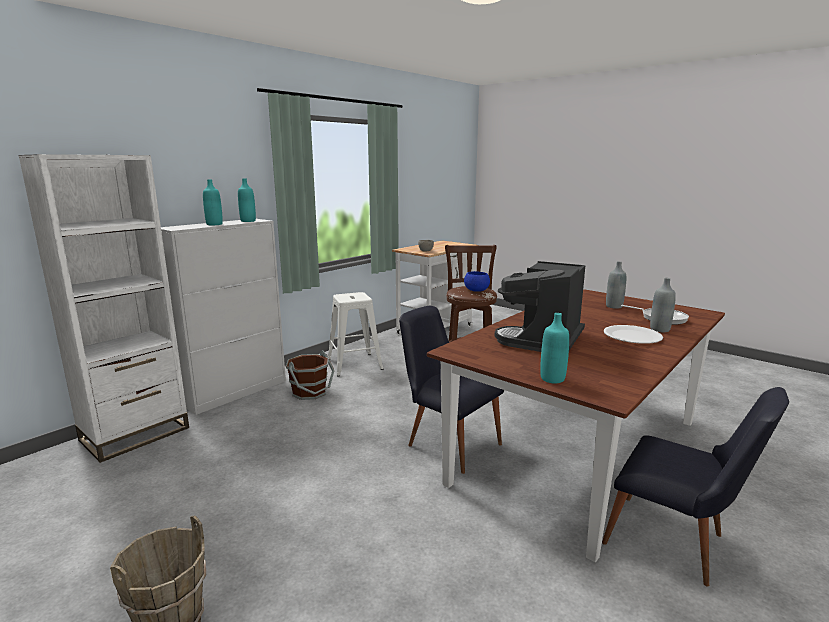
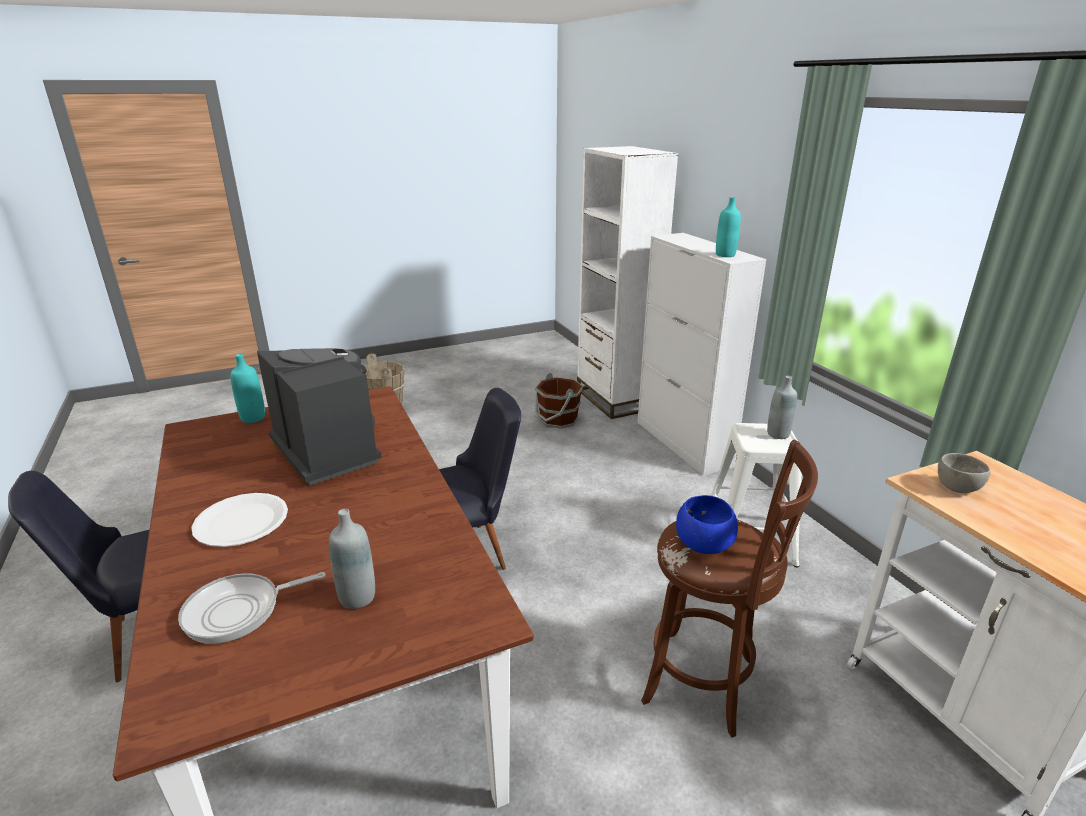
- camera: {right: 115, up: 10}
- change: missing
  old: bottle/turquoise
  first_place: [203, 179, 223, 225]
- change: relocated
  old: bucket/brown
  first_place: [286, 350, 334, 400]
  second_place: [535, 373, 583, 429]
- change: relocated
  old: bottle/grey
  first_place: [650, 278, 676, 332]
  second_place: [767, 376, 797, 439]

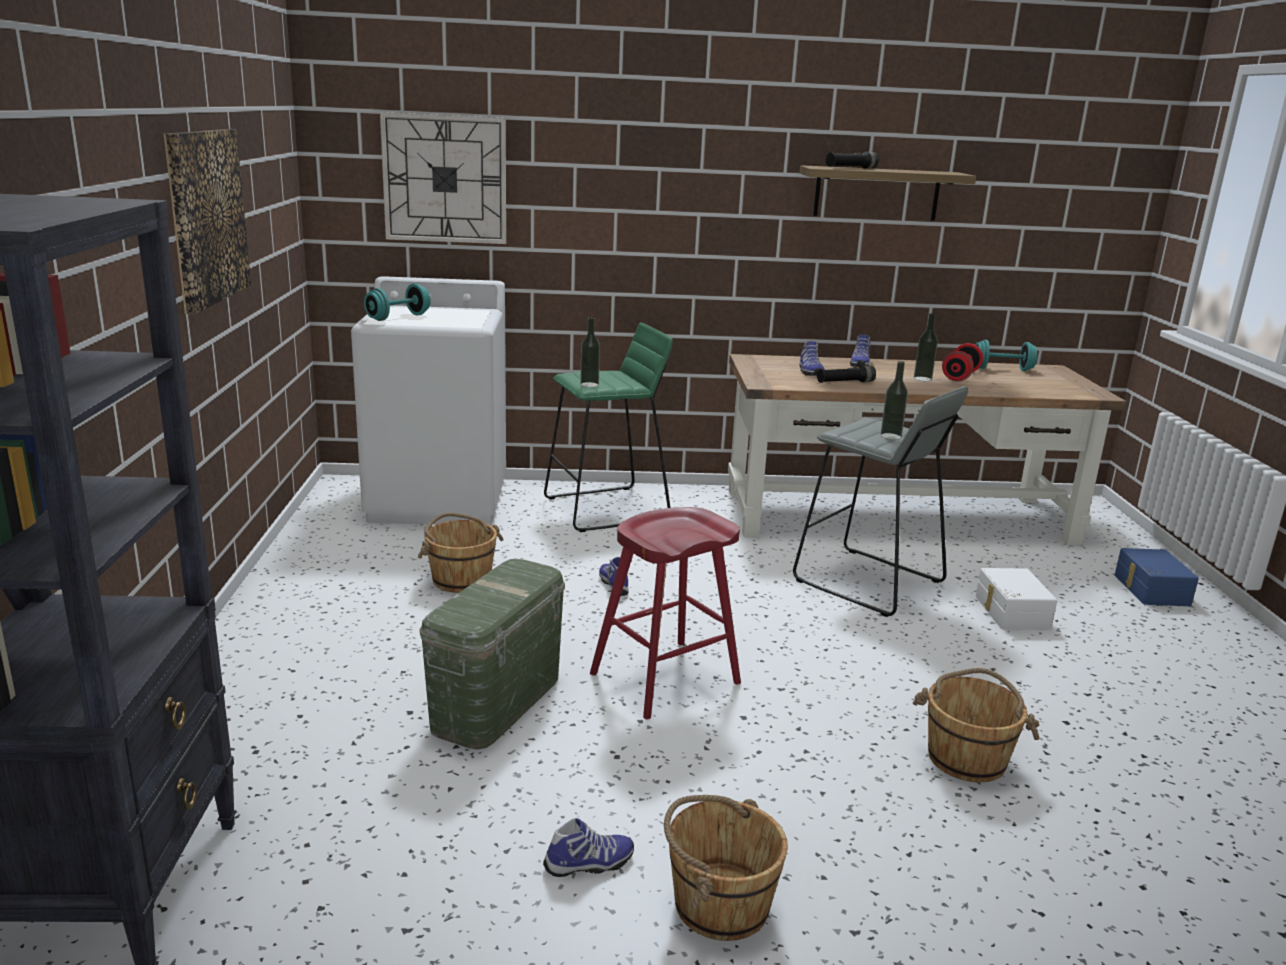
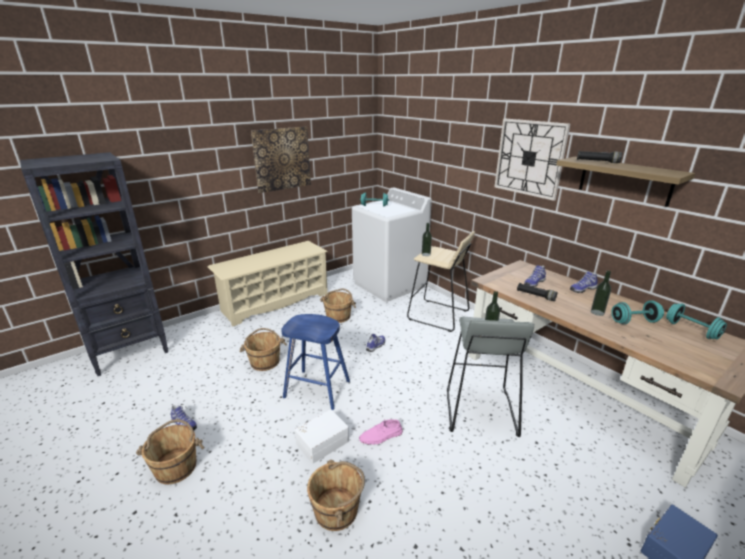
- camera: {right: 55, up: 5}
- change: relocated
  old: wall clock
  first_place: [380, 112, 506, 244]
  second_place: [495, 119, 570, 201]
- change: exchanged
  old: storage box/green
  new: bucket/brown
  first_place: [420, 559, 565, 750]
  second_place: [240, 328, 287, 371]
- change: colour
  old: stool/green
  new: stool/beige
  first_place: [544, 323, 673, 532]
  second_place: [407, 231, 475, 332]
- change: colour
  old: stool/red
  new: stool/blue
  first_place: [590, 507, 741, 719]
  second_place: [281, 314, 350, 410]
- change: colour
  old: dumbbell/red
  new: dumbbell/turquoise
  first_place: [942, 343, 983, 381]
  second_place: [611, 301, 664, 324]
- change: relocated
  old: storage box/white
  first_place: [976, 568, 1057, 630]
  second_place: [295, 409, 349, 464]
- change: appeared
  new: shoe rack/beige
  second_place: [208, 241, 328, 327]
- change: appeared
  new: shoe/pink
  second_place: [359, 419, 403, 445]

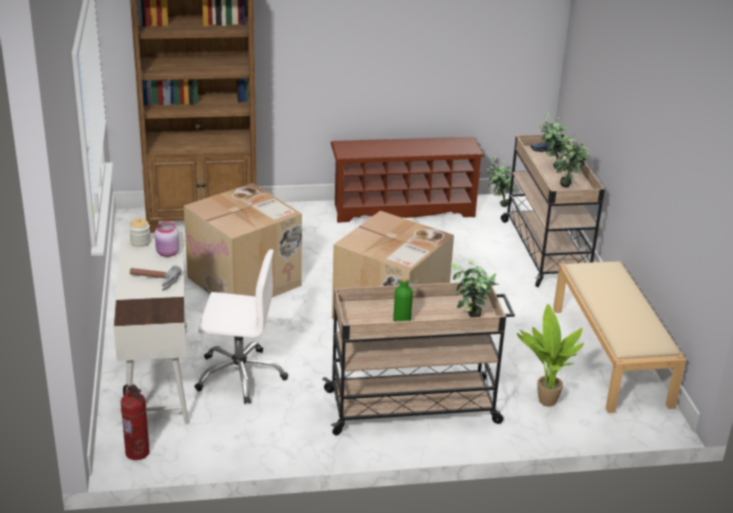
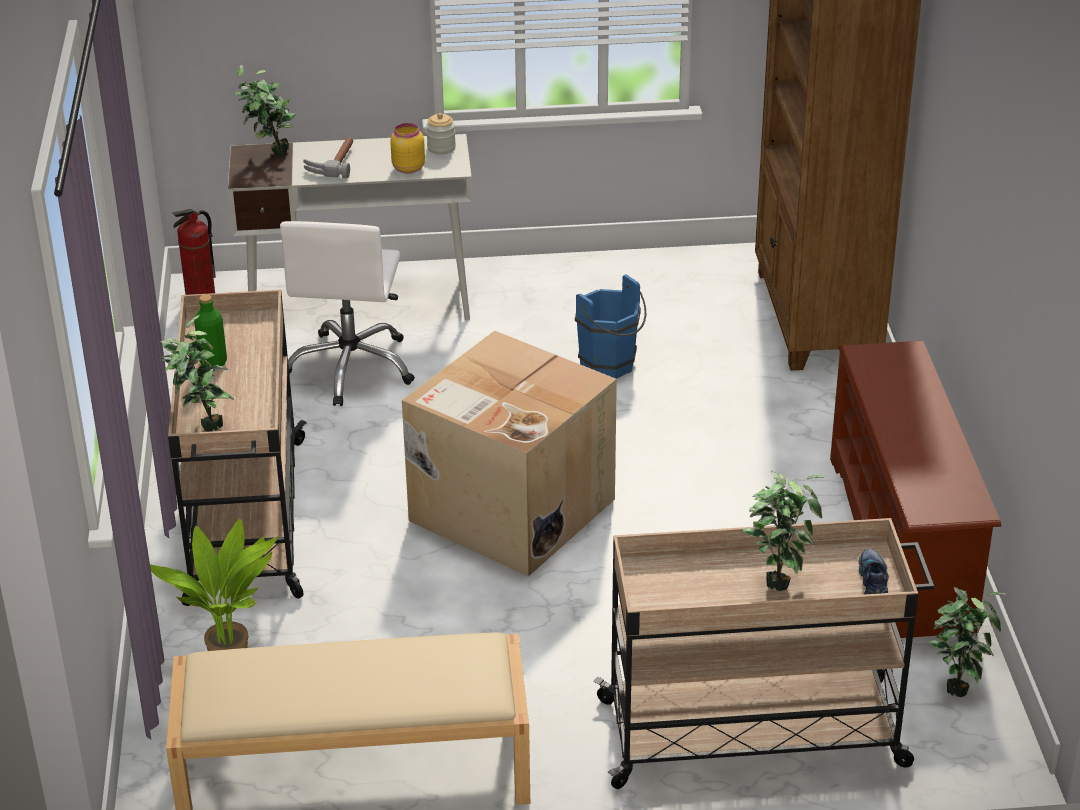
- camera: {right: 95, up: 5}
- change: colour
  old: jar/pink
  new: jar/yellow
  first_place: [155, 222, 179, 257]
  second_place: [390, 123, 425, 174]
- change: exchanged
  old: cardboard box
  new: bucket/blue
  first_place: [184, 183, 302, 297]
  second_place: [575, 274, 646, 379]
- change: relocated
  old: potted plant
  first_place: [555, 139, 590, 188]
  second_place: [234, 65, 296, 155]

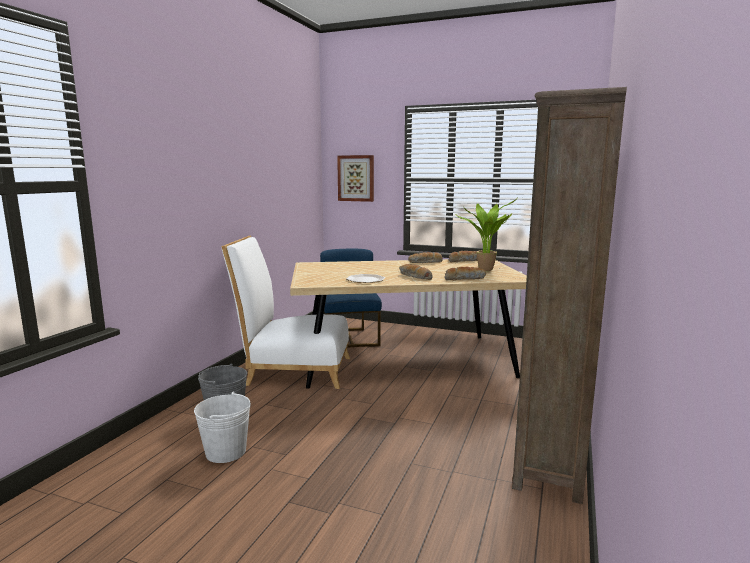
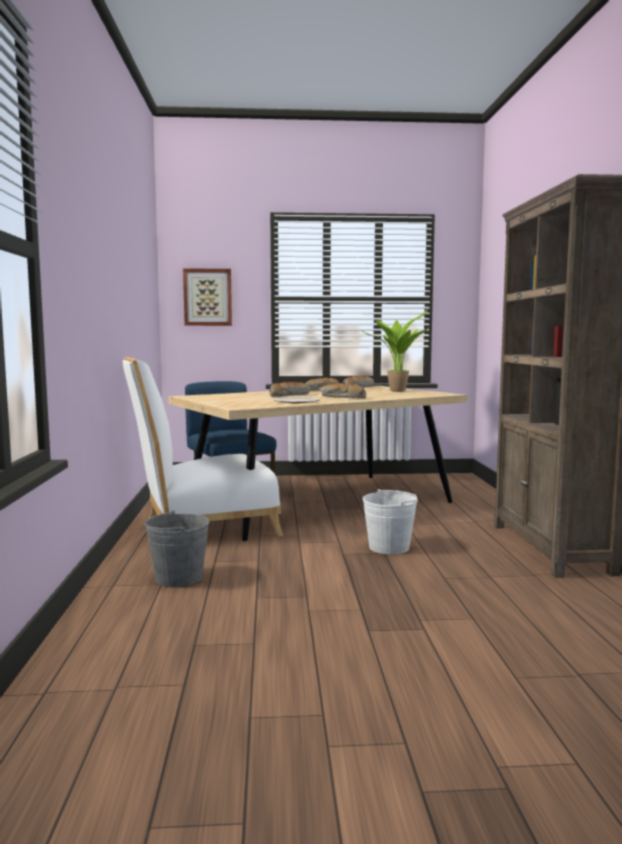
- camera: {right: -25, up: -5}
- change: relocated
  old: bucket/white
  first_place: [194, 392, 251, 463]
  second_place: [362, 489, 418, 554]
- change: relocated
  old: bread
  first_place: [445, 267, 486, 280]
  second_place: [269, 382, 310, 397]

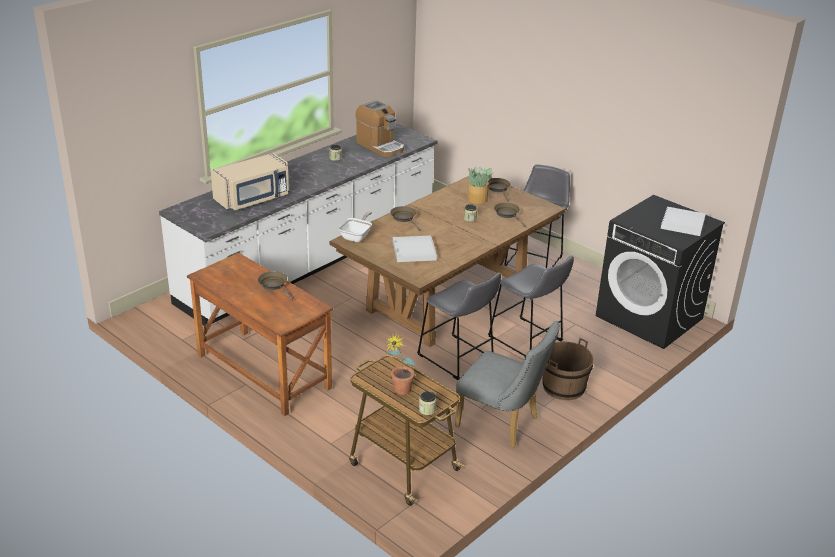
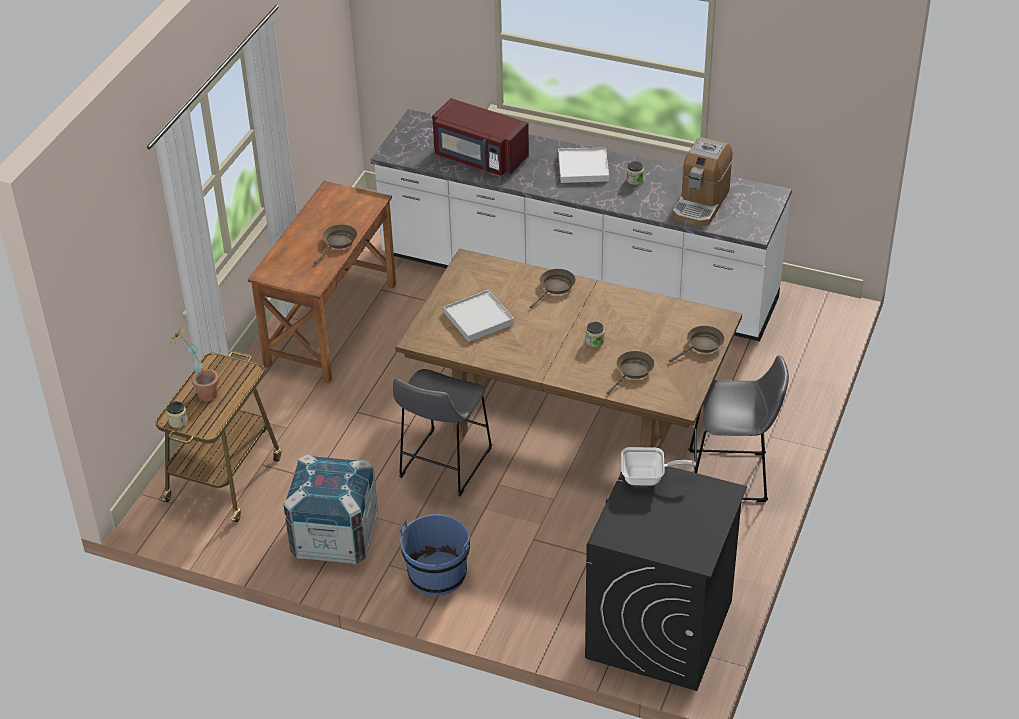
- camera: {right: 70, up: 10}
- change: colour
  old: microwave/beige
  new: microwave/red
  first_place: [211, 153, 289, 210]
  second_place: [432, 98, 529, 176]
- change: relocated
  old: frying pan
  first_place: [338, 211, 372, 242]
  second_place: [621, 447, 696, 486]
- change: exchanged
  old: chair/grey
  new: crate
  first_place: [455, 321, 560, 448]
  second_place: [283, 454, 378, 565]
- change: missing
  old: potted plant
  first_place: [467, 167, 493, 204]
- change: missing
  old: stool/grey
  first_place: [488, 256, 574, 357]
- change: colour
  old: bucket/brown
  new: bucket/blue
  first_place: [542, 338, 594, 400]
  second_place: [399, 514, 470, 596]
- change: relocated
  old: tray/white
  first_place: [661, 207, 706, 236]
  second_place: [558, 147, 609, 183]

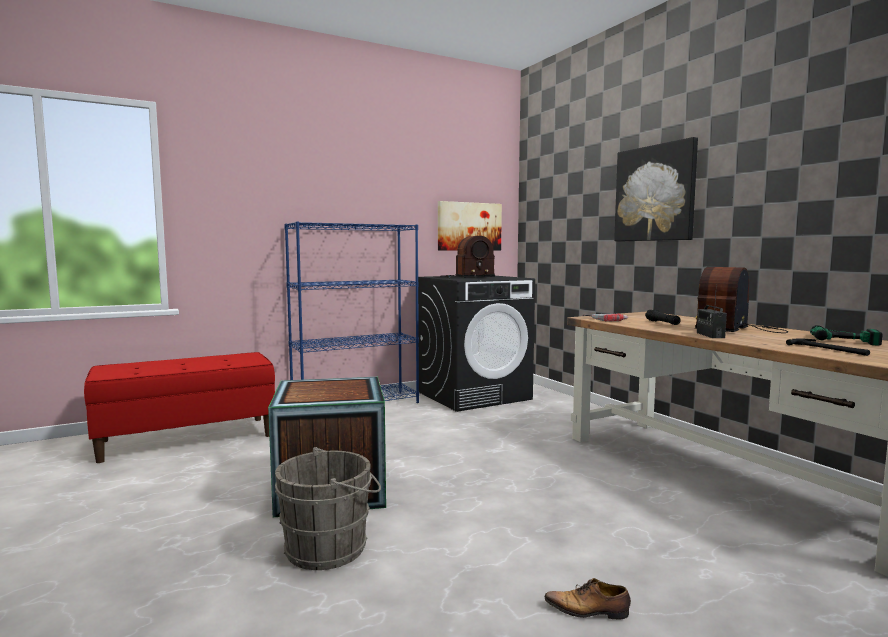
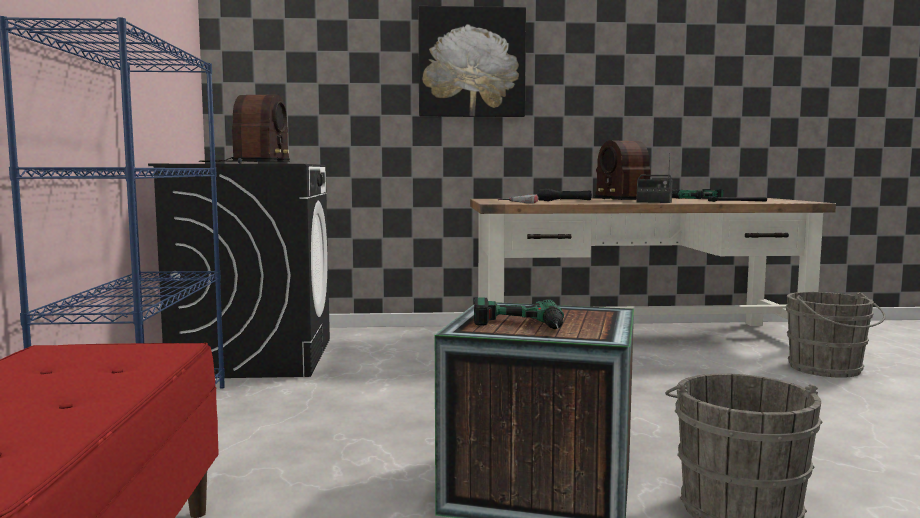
- camera: {right: -65, up: 0}
- change: missing
  old: picture
  first_place: [438, 201, 502, 250]
- change: missing
  old: shoe
  first_place: [544, 578, 631, 620]
- change: appeared
  new: power drill
  second_place: [474, 298, 564, 329]
- change: appeared
  new: bucket/grey
  second_place: [785, 292, 886, 378]

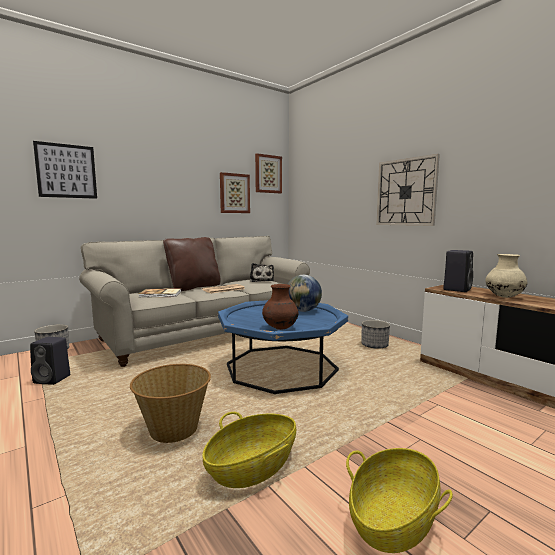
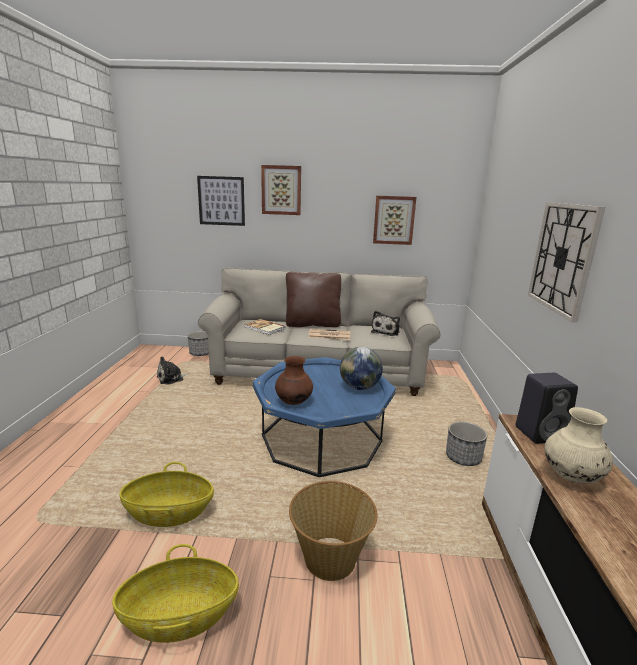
- camera: {right: 40, up: 10}
- change: exchanged
  old: speaker/black
  new: plush toy
  first_place: [30, 337, 70, 385]
  second_place: [156, 356, 190, 385]
- change: relocated
  old: basket
  first_place: [130, 364, 211, 443]
  second_place: [289, 481, 377, 581]
- change: relocated
  old: picture
  first_place: [255, 153, 282, 193]
  second_place: [261, 165, 301, 215]

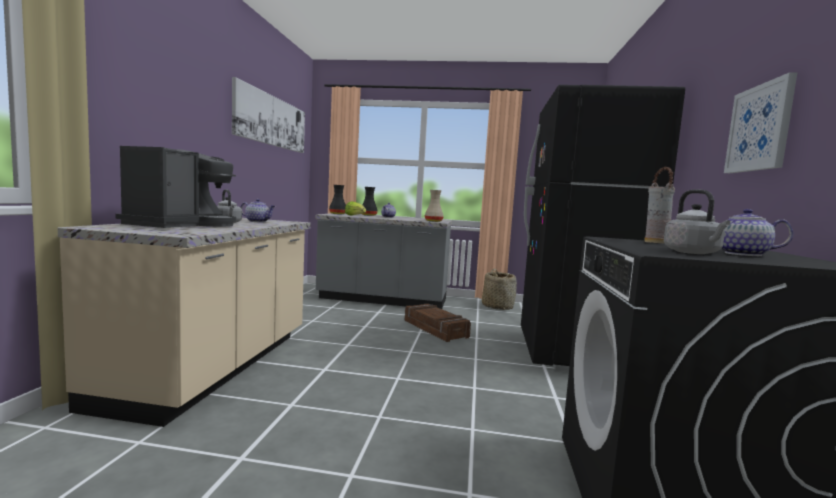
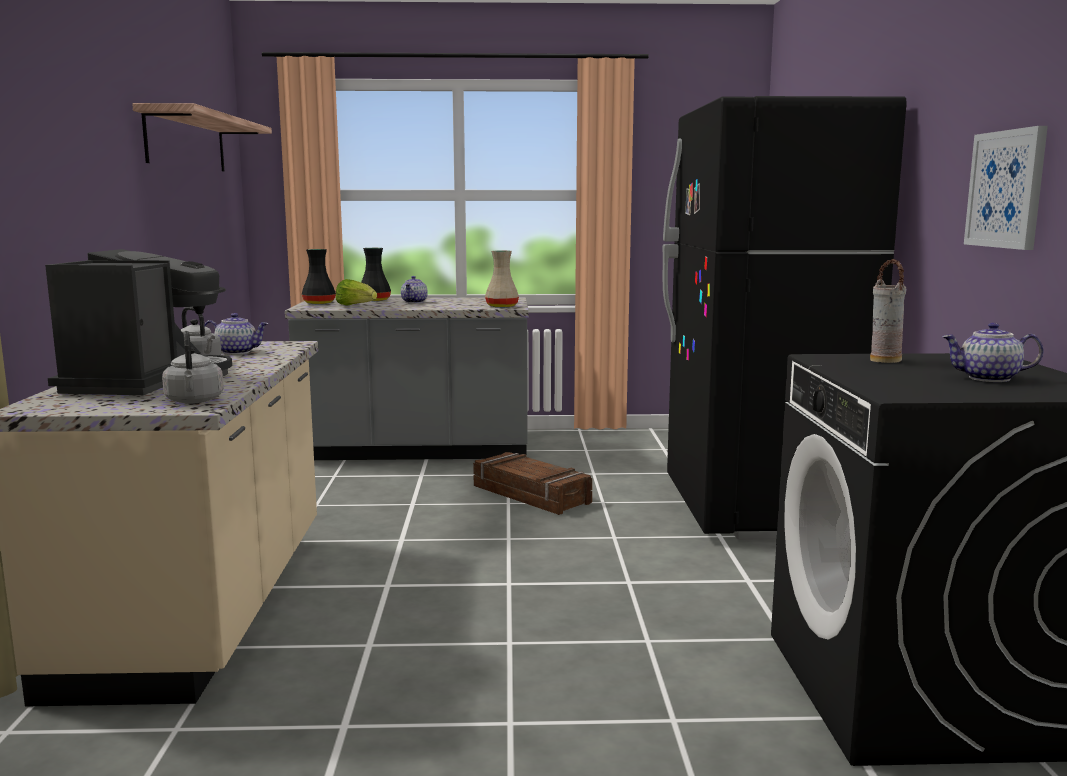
- camera: {right: -10, up: 5}
- change: exchanged
  old: picture
  new: shelf
  first_place: [232, 77, 305, 153]
  second_place: [132, 103, 272, 171]
- change: missing
  old: basket
  first_place: [482, 269, 517, 310]
- change: relocated
  old: kettle/grey
  first_place: [664, 189, 730, 254]
  second_place: [162, 331, 224, 404]

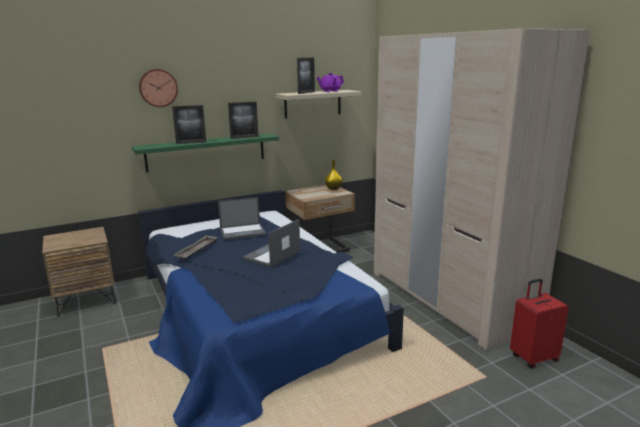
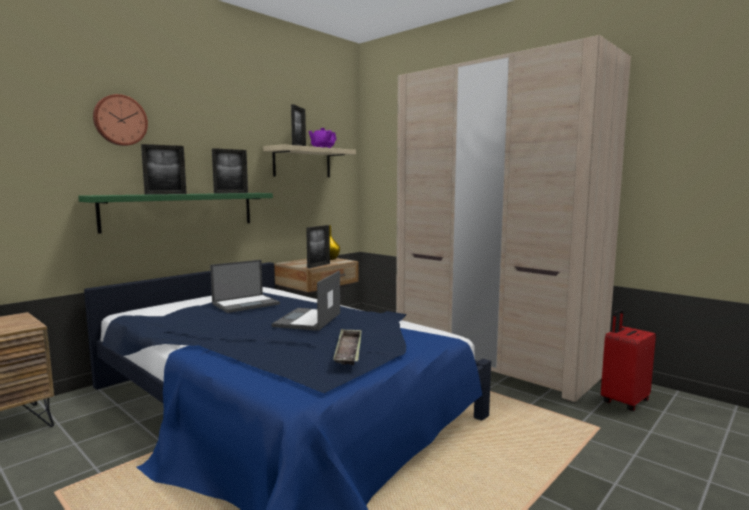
- camera: {right: -20, up: -10}
- change: relocated
  old: tray
  first_place: [174, 235, 218, 260]
  second_place: [333, 329, 362, 365]
- change: appeared
  new: picture frame
  second_place: [306, 225, 330, 268]

